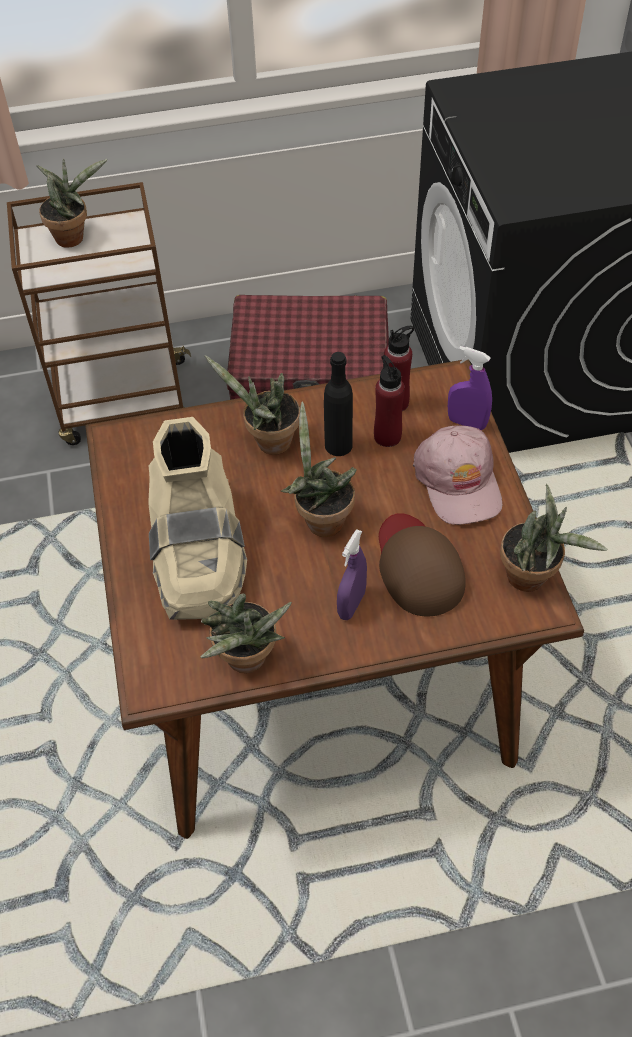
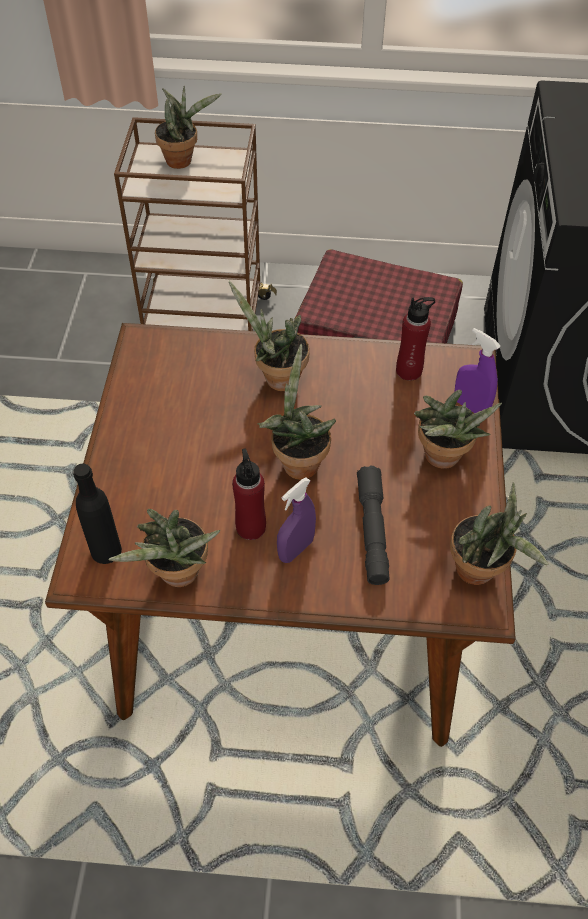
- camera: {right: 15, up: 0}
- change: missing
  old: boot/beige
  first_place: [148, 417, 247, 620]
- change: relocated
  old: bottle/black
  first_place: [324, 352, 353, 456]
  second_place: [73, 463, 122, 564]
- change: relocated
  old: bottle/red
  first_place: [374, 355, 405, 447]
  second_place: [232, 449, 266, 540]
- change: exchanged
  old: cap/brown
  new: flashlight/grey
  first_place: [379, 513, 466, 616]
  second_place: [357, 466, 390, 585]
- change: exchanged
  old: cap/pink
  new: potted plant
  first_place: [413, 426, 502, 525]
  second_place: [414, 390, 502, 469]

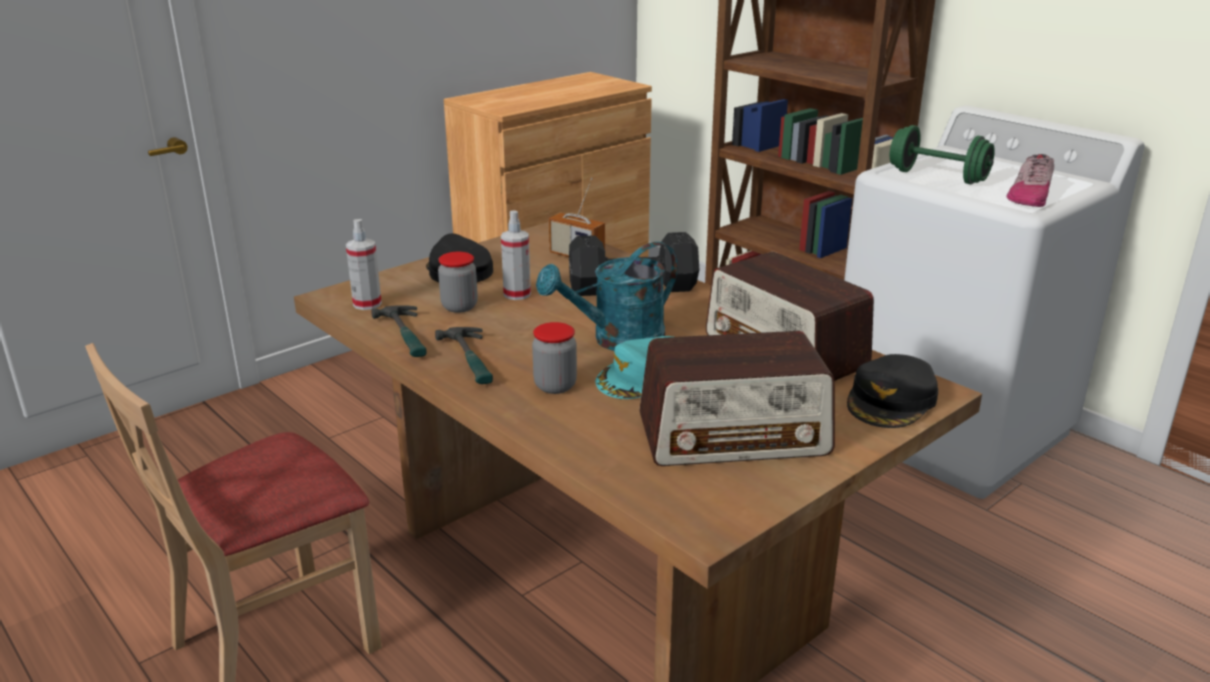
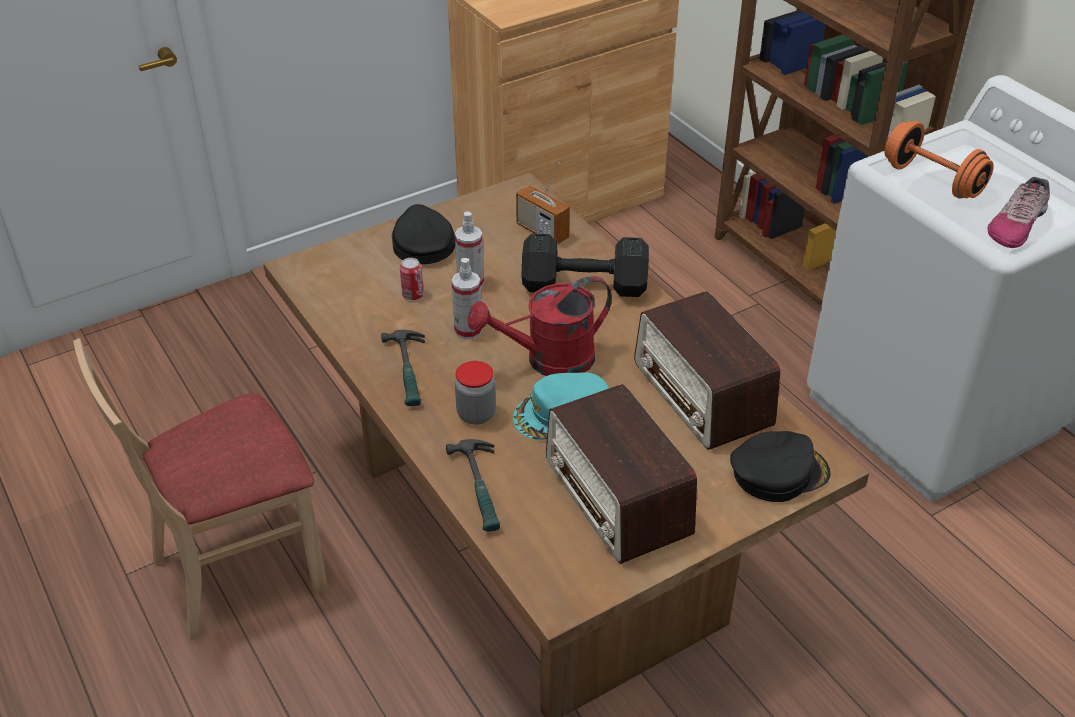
- camera: {right: 10, up: 15}
- change: relocated
  old: spray bottle
  first_place: [346, 219, 382, 310]
  second_place: [452, 258, 482, 340]
- change: relocated
  old: hammer
  first_place: [371, 305, 426, 357]
  second_place: [446, 439, 500, 531]
- change: exchanged
  old: jar
  new: can
  first_place: [438, 252, 478, 313]
  second_place: [400, 258, 423, 300]
- change: colour
  old: watering can/turquoise
  new: watering can/red
  first_place: [536, 242, 678, 351]
  second_place: [468, 276, 612, 376]
- change: spun
  old: radio
  first_place: [639, 331, 835, 466]
  second_place: [546, 384, 697, 564]
  degrees: 60
- change: spun
  old: cap/black
  first_place: [847, 354, 938, 428]
  second_place: [730, 431, 831, 502]
  degrees: -150
- change: colour
  old: dumbbell/green
  new: dumbbell/orange
  first_place: [890, 125, 995, 184]
  second_place: [885, 121, 994, 199]

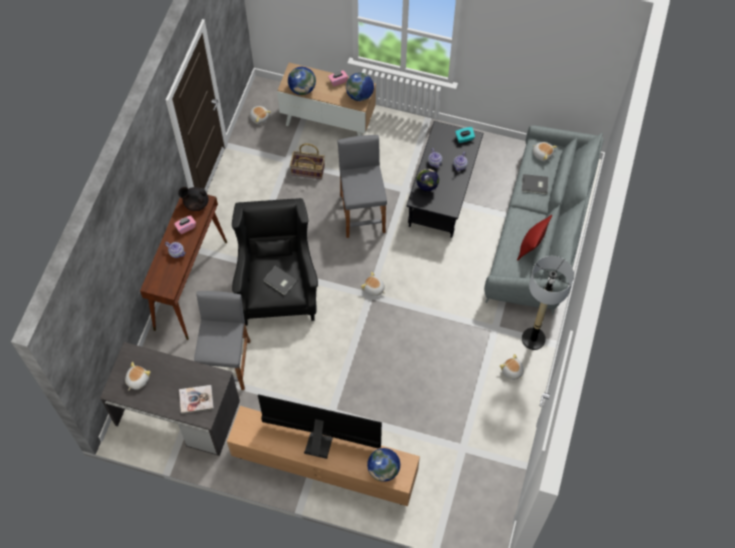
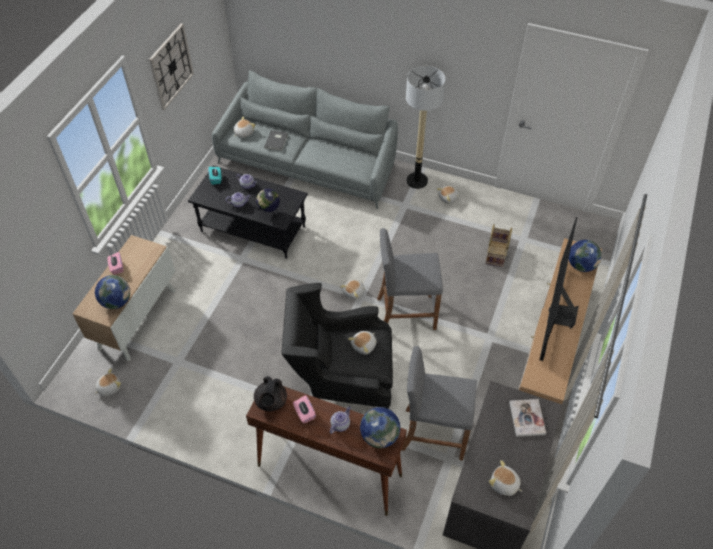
- camera: {right: -85, up: -10}
- change: exchanged
  old: book/grey
  new: plush toy
  first_place: [263, 266, 297, 295]
  second_place: [348, 331, 377, 355]
- change: relocated
  old: basket
  first_place: [290, 144, 325, 179]
  second_place: [486, 224, 512, 267]
- change: relocated
  old: stool/grey
  first_place: [337, 135, 387, 238]
  second_place: [377, 228, 443, 330]
- change: relocated
  old: globe
  first_place: [346, 73, 374, 101]
  second_place: [360, 407, 400, 448]
- change: missing
  old: pillow/red
  first_place: [517, 215, 552, 260]
- change: appeared
  new: wall clock
  second_place: [149, 23, 194, 110]

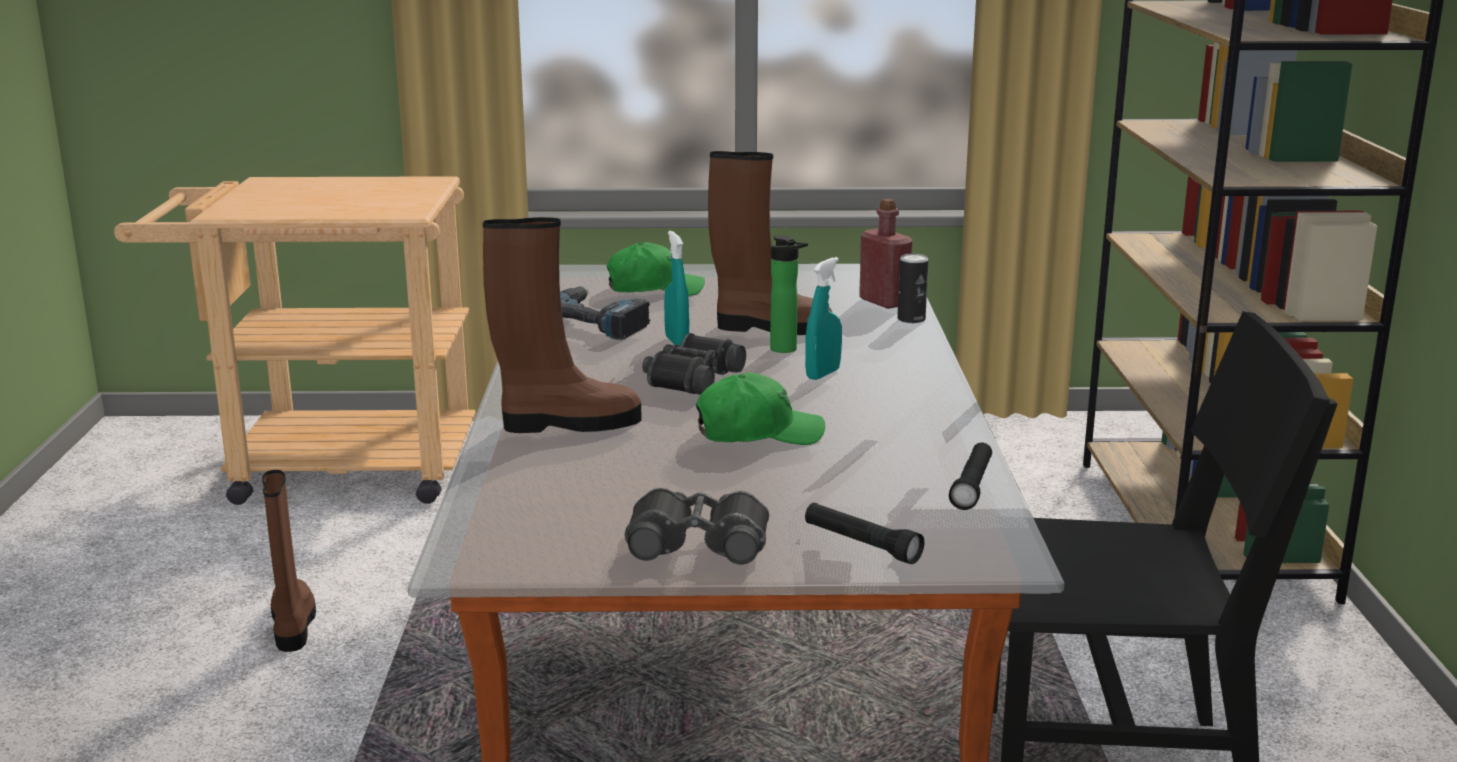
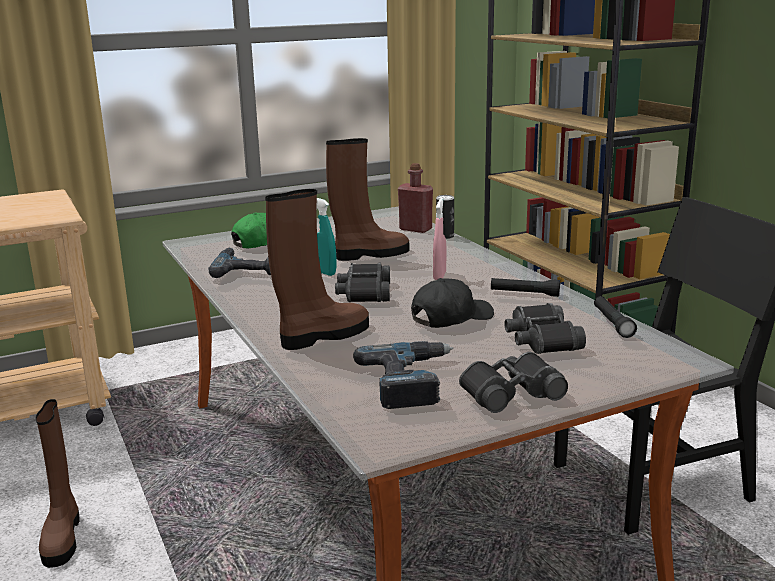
- camera: {right: -25, up: 0}
- change: spun
  old: boot/brown
  first_place: [262, 470, 316, 652]
  second_place: [36, 399, 80, 568]
  degrees: -150
- change: colour
  old: cap/green
  new: cap/black
  first_place: [696, 372, 825, 445]
  second_place: [411, 278, 494, 328]
- change: missing
  old: bottle
  first_place: [770, 235, 808, 353]
- change: colour
  old: spray bottle/turquoise
  new: spray bottle/pink
  first_place: [805, 257, 842, 380]
  second_place: [433, 198, 446, 280]
- change: relocated
  old: flashlight/black
  first_place: [805, 503, 924, 564]
  second_place: [491, 278, 560, 297]
- change: appeared
  new: power drill
  second_place: [353, 341, 453, 409]
- change: appeared
  new: binoculars/black
  second_place: [504, 303, 586, 354]

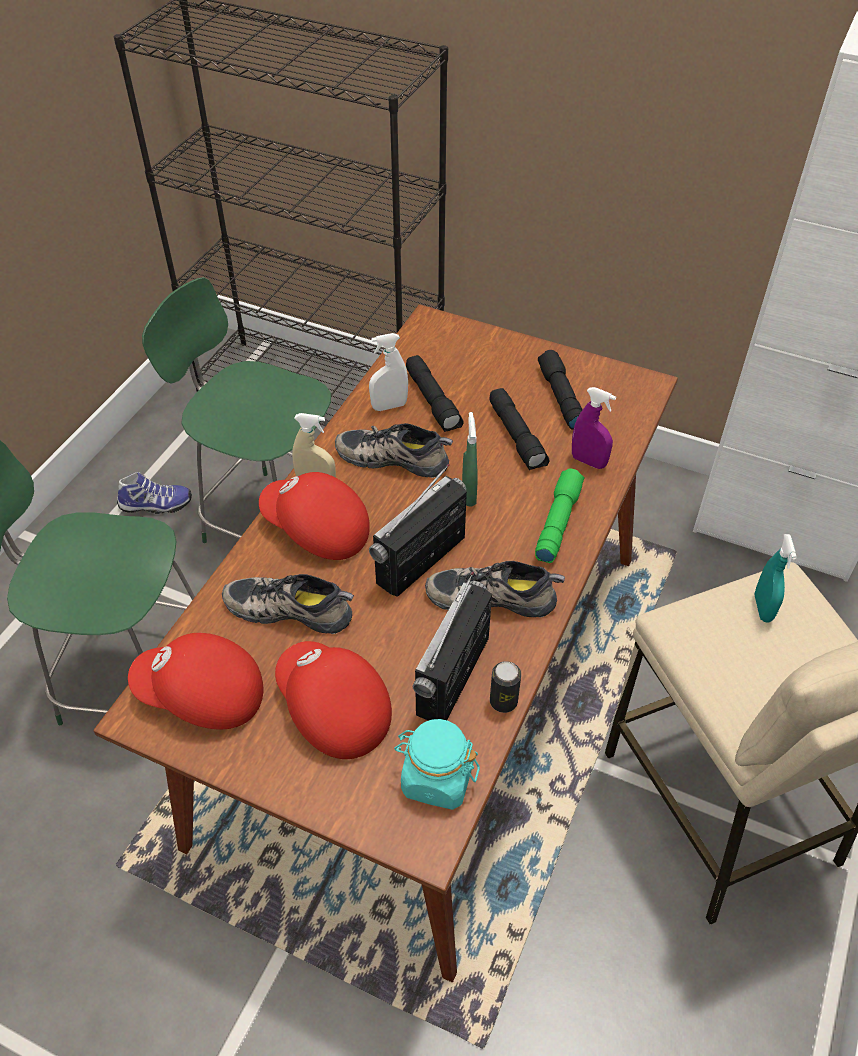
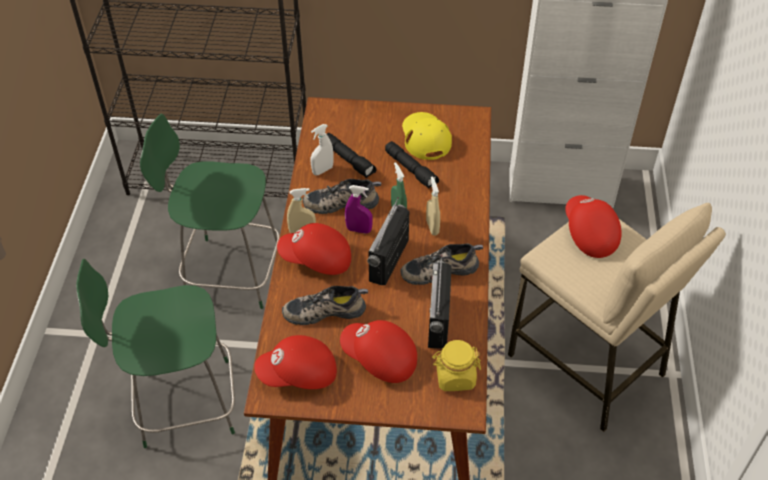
- camera: {right: -20, up: 0}
- change: missing
  old: shoe
  first_place: [117, 472, 192, 514]
- change: colour
  old: jar/turquoise
  new: jar/yellow
  first_place: [394, 719, 480, 810]
  second_place: [432, 340, 481, 391]
- change: missing
  old: can
  first_place: [490, 661, 521, 713]
- change: missing
  old: flashlight/green
  first_place: [535, 469, 584, 563]
- change: exchanged
  old: flashlight/black
  new: cap/yellow
  first_place: [538, 350, 583, 429]
  second_place: [402, 112, 452, 160]
- change: relocated
  old: spray bottle/purple
  first_place: [572, 387, 616, 469]
  second_place: [345, 185, 373, 234]
- change: exchanged
  old: spray bottle/turquoise
  new: cap/red
  first_place: [755, 534, 797, 623]
  second_place: [565, 195, 622, 258]
- change: appeared
  new: spray bottle/beige
  second_place: [426, 176, 440, 235]

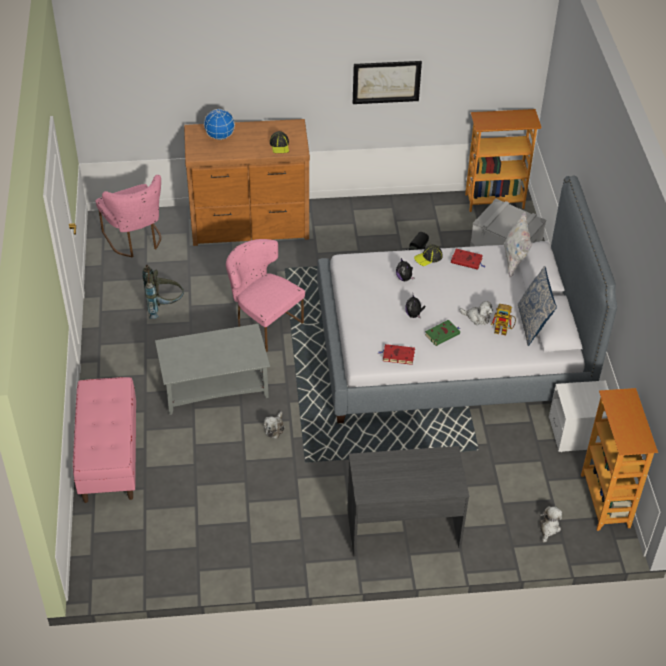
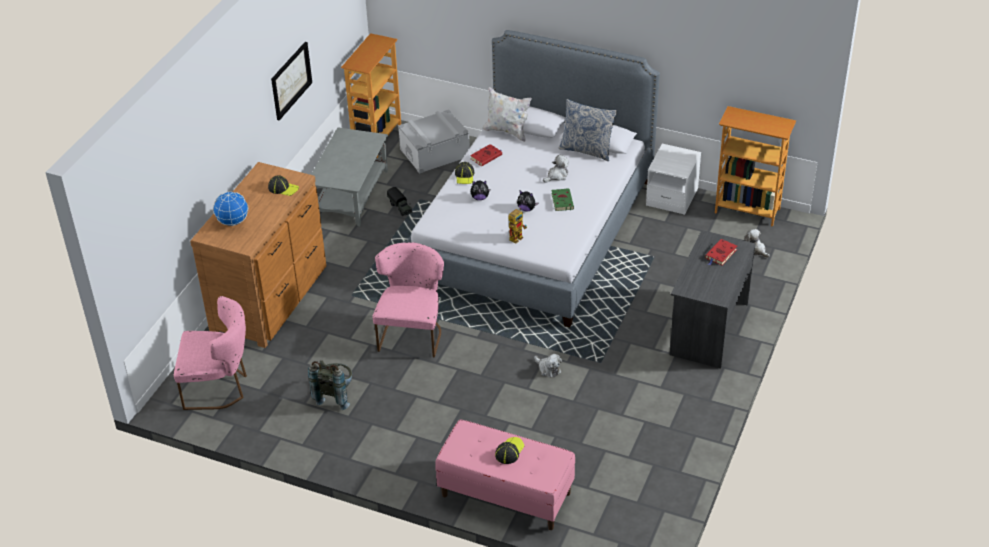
- camera: {right: -60, up: -5}
- change: relocated
  old: coffee table/grey
  first_place: [155, 324, 270, 415]
  second_place: [311, 127, 388, 226]
- change: spun
  old: chair/pink
  first_place: [226, 239, 305, 352]
  second_place: [372, 242, 444, 358]
  degrees: 120
- change: relocated
  old: book/red
  first_place: [378, 344, 415, 365]
  second_place: [705, 239, 737, 265]
- change: relocated
  old: toy robot
  first_place: [491, 304, 516, 335]
  second_place: [509, 208, 527, 244]
- change: appeared
  new: cap
  second_place: [495, 437, 524, 464]

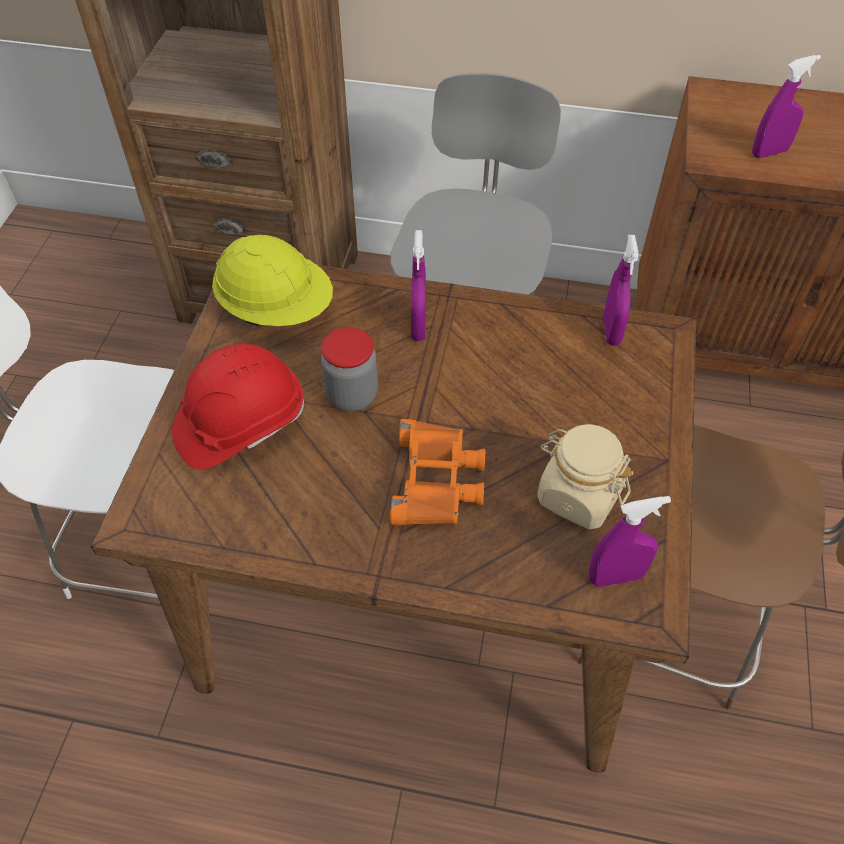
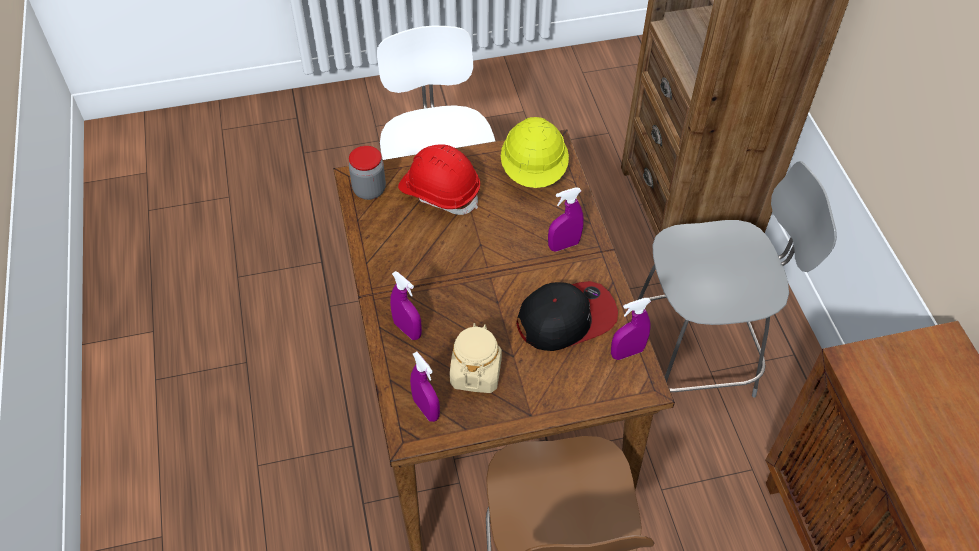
- camera: {right: 65, up: 0}
- change: relocated
  old: jar
  first_place: [321, 327, 378, 411]
  second_place: [349, 146, 386, 200]
- change: missing
  old: binoculars/orange
  first_place: [390, 419, 485, 526]
- change: relocated
  old: spray bottle/purple
  first_place: [752, 55, 821, 158]
  second_place: [390, 271, 422, 340]
- change: appeared
  new: cap
  second_place: [516, 281, 618, 351]

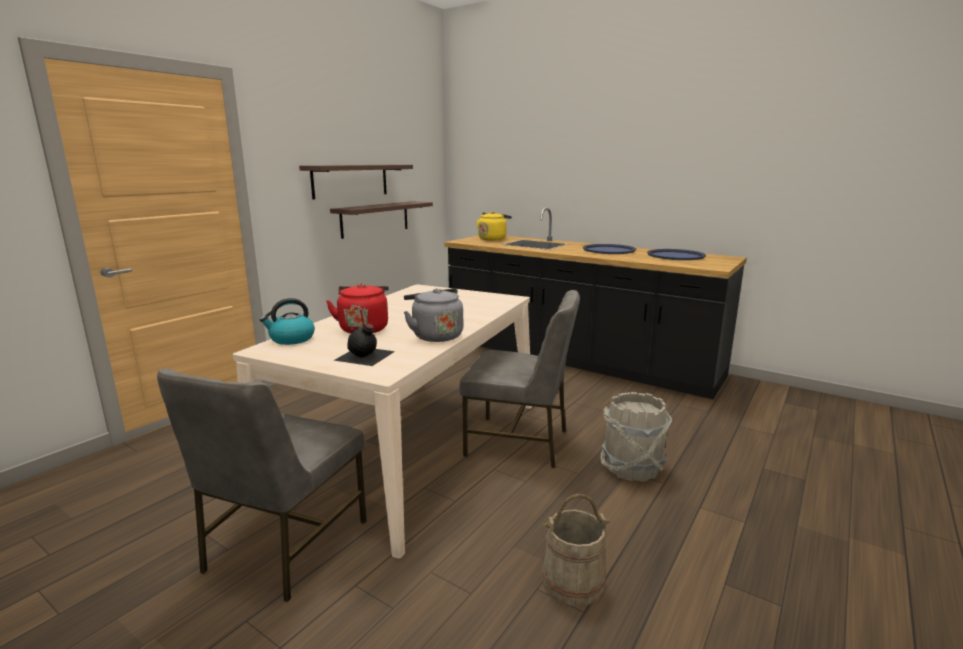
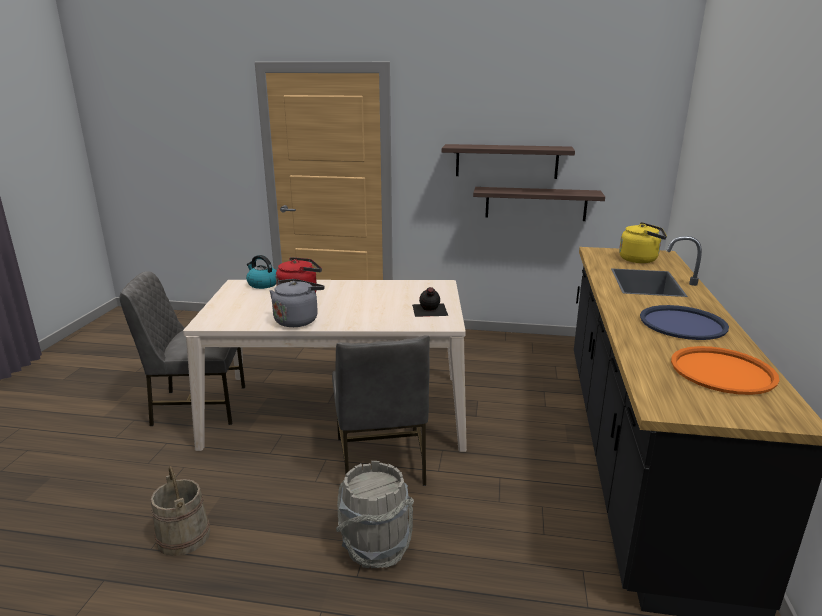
- camera: {right: 65, up: 5}
- change: relocated
  old: bottle/black
  first_place: [333, 323, 395, 366]
  second_place: [412, 287, 448, 317]
- change: colour
  old: tray/blue
  new: tray/orange
  first_place: [647, 249, 706, 260]
  second_place: [671, 346, 779, 395]

